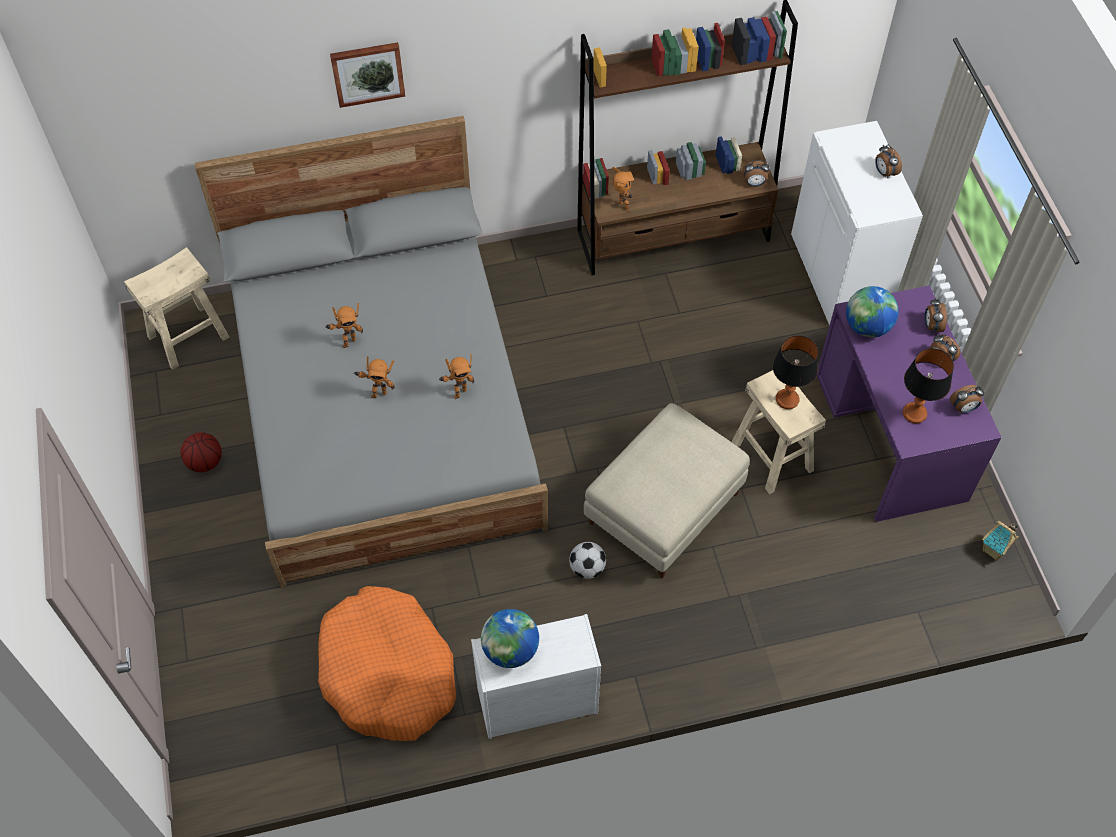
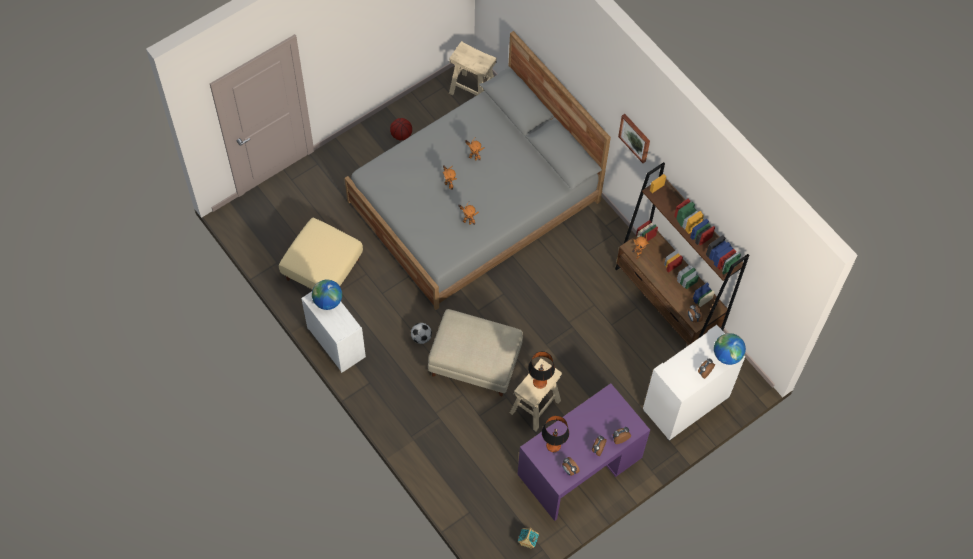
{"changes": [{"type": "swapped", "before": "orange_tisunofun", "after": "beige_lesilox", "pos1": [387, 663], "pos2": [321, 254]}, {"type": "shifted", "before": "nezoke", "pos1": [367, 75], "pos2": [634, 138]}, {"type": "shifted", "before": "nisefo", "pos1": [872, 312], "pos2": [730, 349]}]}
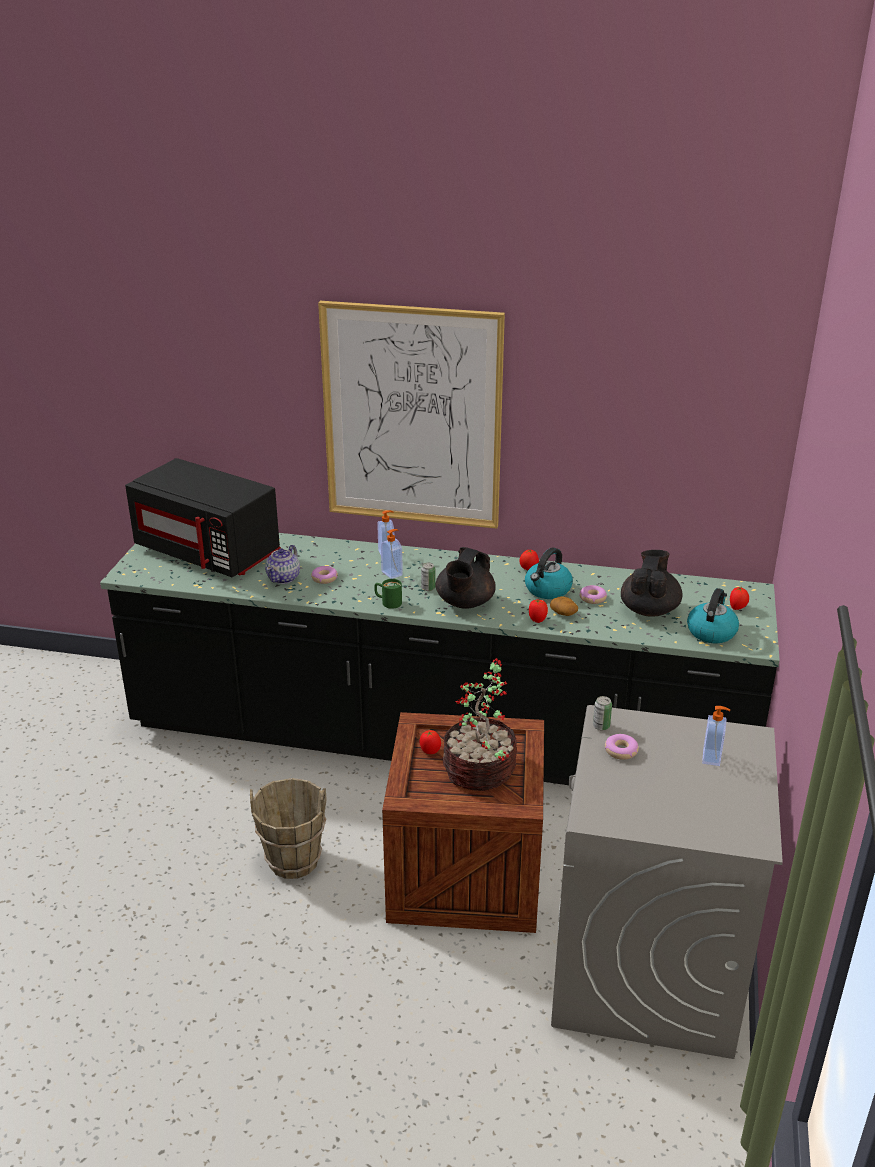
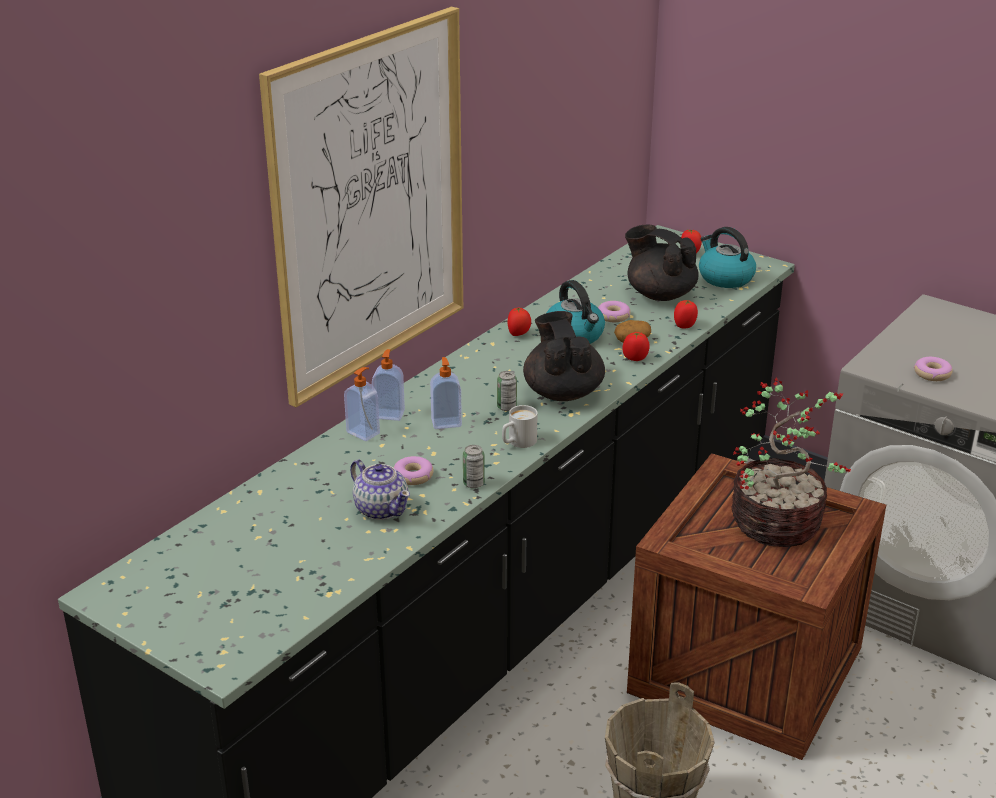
{"changes": [{"type": "gone", "before": "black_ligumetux", "pos1": [203, 517]}, {"type": "repainted", "before": "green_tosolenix", "after": "white_tosolenix", "pos1": [388, 594], "pos2": [520, 426]}, {"type": "shifted", "before": "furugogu", "pos1": [430, 742], "pos2": [686, 314]}, {"type": "rotated", "before": "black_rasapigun", "pos1": [466, 578], "pos2": [564, 356], "turn": -150}, {"type": "shifted", "before": "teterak", "pos1": [602, 713], "pos2": [474, 466]}, {"type": "shifted", "before": "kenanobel", "pos1": [716, 736], "pos2": [362, 404]}]}
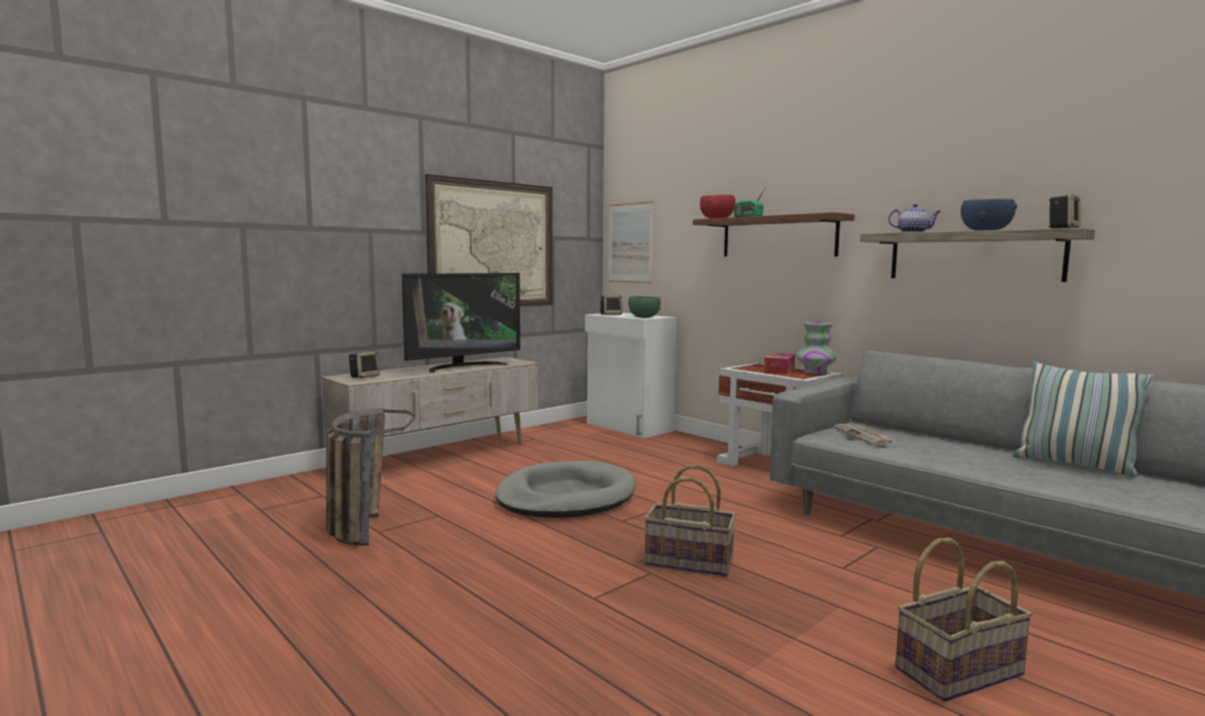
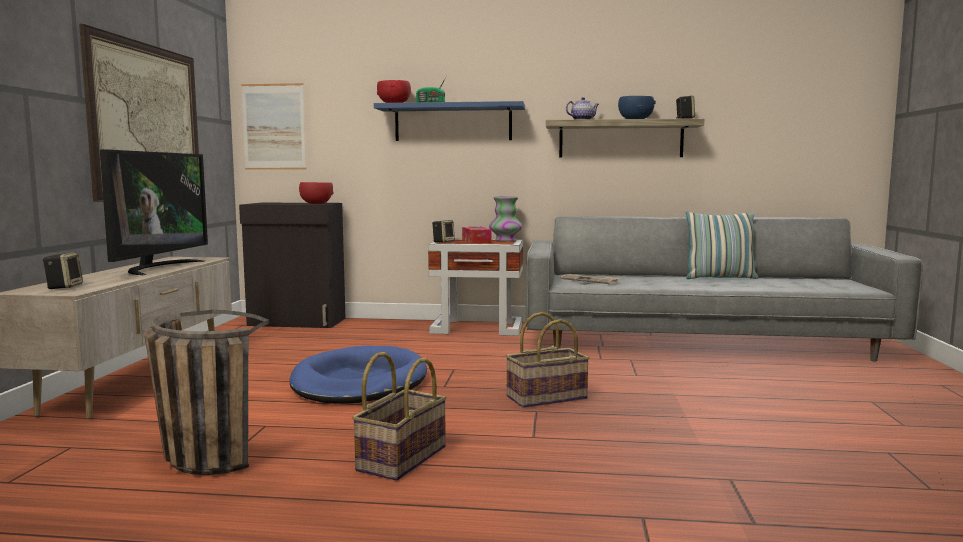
{"changes": [{"type": "repainted", "before": "grey_tisunofun", "after": "blue_tisunofun", "pos1": [565, 489], "pos2": [358, 375]}, {"type": "repainted", "before": "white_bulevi", "after": "black_bulevi", "pos1": [631, 375], "pos2": [292, 265]}, {"type": "shifted", "before": "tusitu", "pos1": [611, 305], "pos2": [443, 231]}, {"type": "repainted", "before": "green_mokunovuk", "after": "red_mokunovuk", "pos1": [644, 307], "pos2": [316, 193]}, {"type": "repainted", "before": "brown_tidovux", "after": "blue_tidovux", "pos1": [774, 234], "pos2": [449, 121]}, {"type": "shifted", "before": "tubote", "pos1": [964, 620], "pos2": [399, 416]}]}
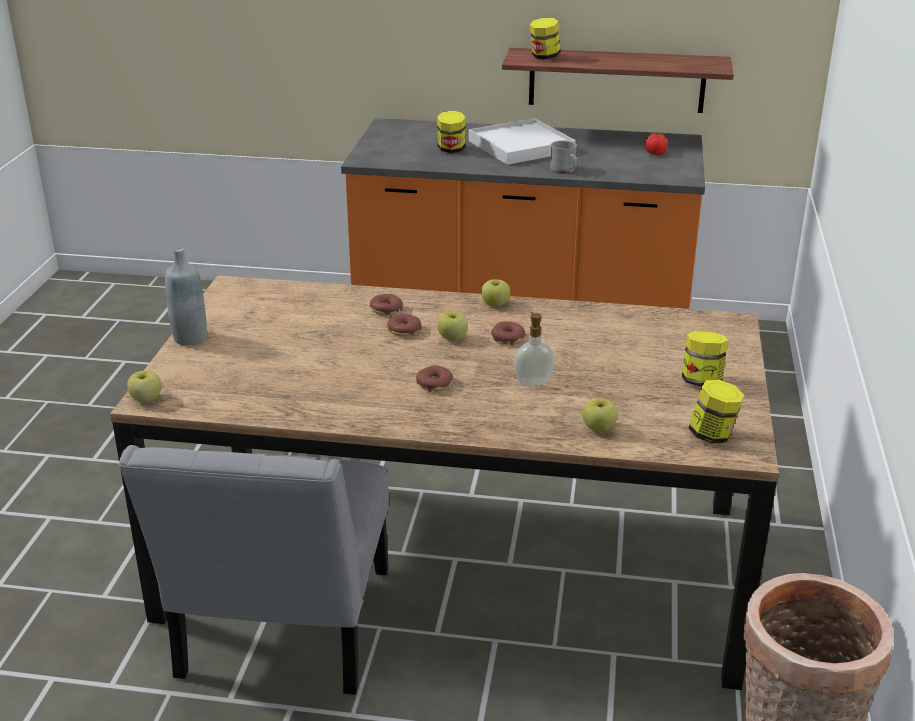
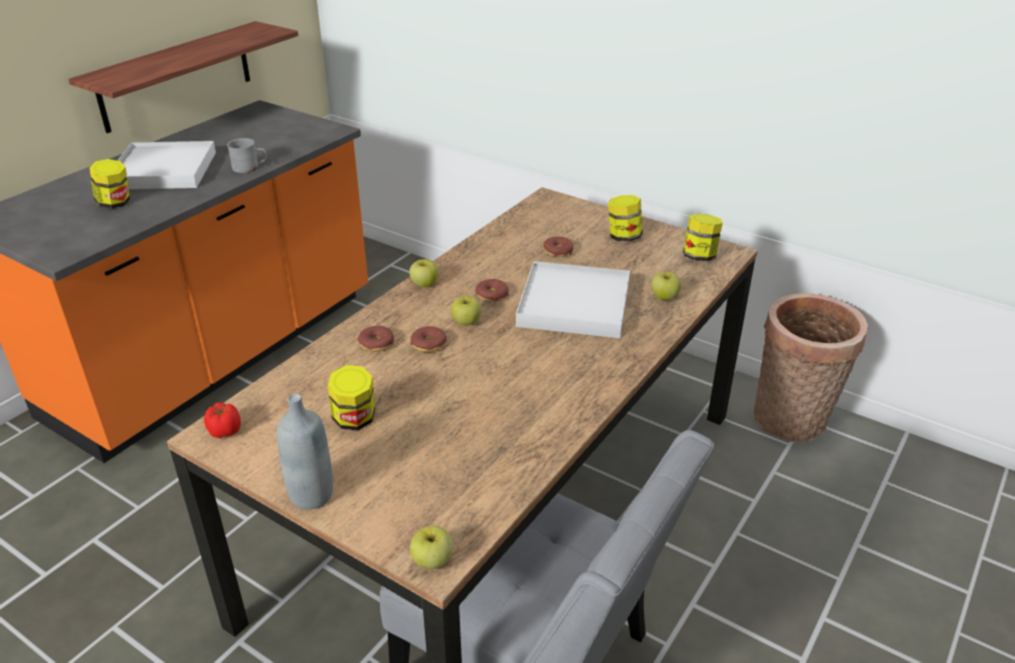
{"changes": [{"type": "shifted", "before": "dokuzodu", "pos1": [434, 378], "pos2": [558, 247]}, {"type": "swapped", "before": "kenanobel", "after": "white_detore", "pos1": [534, 349], "pos2": [573, 299]}, {"type": "shifted", "before": "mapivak", "pos1": [545, 38], "pos2": [351, 397]}, {"type": "shifted", "before": "furugogu", "pos1": [656, 144], "pos2": [222, 420]}]}
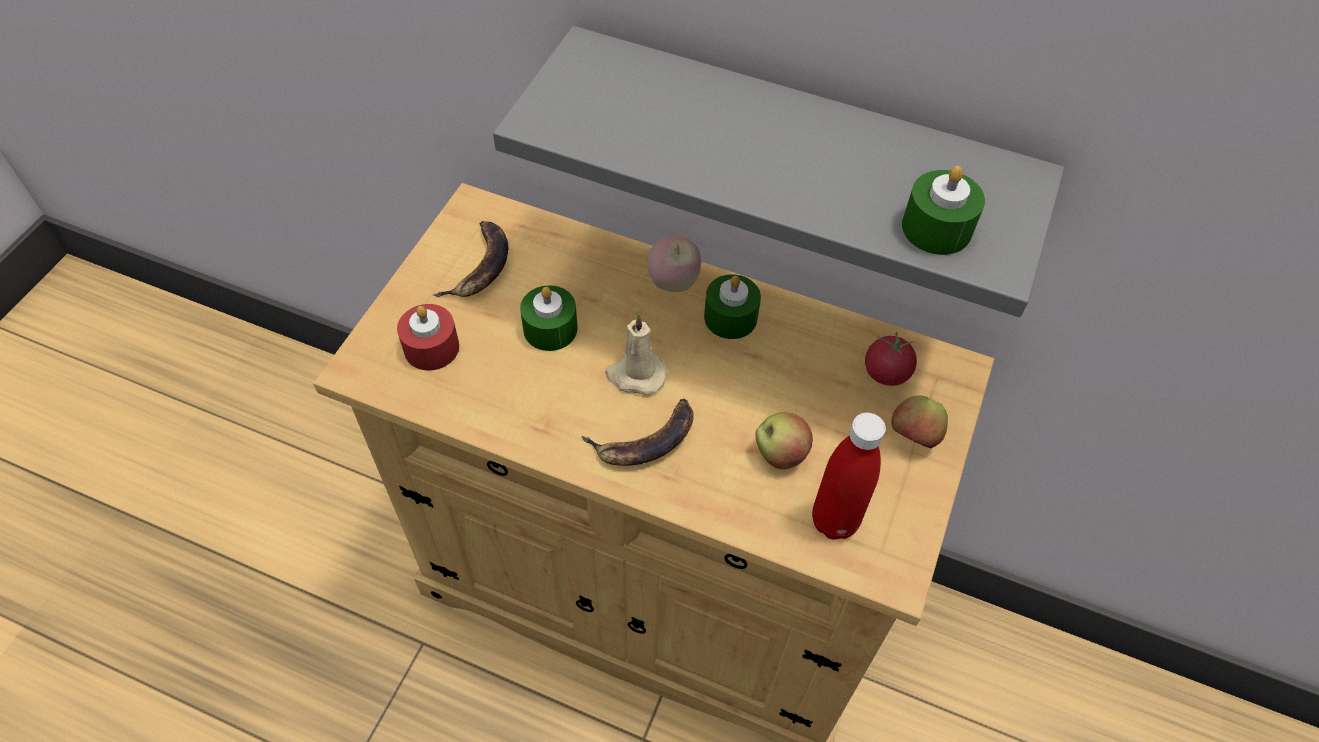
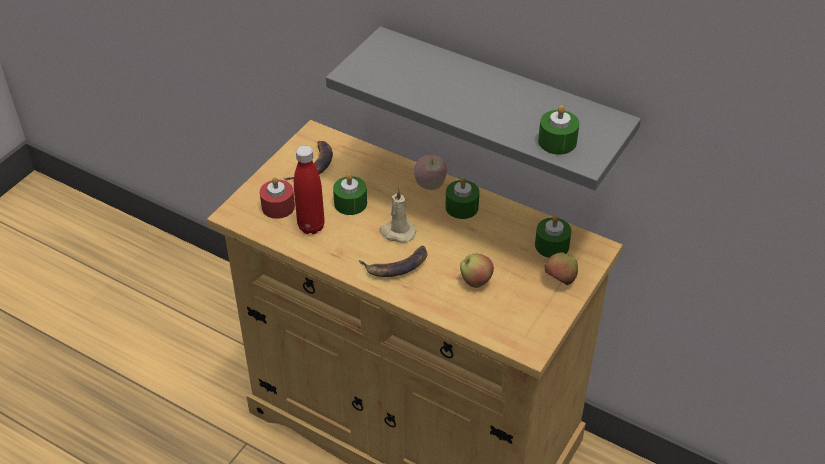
{"changes": [{"type": "shifted", "before": "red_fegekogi", "pos1": [849, 476], "pos2": [309, 189]}, {"type": "swapped", "before": "furugogu", "after": "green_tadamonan", "pos1": [891, 358], "pos2": [553, 237]}]}
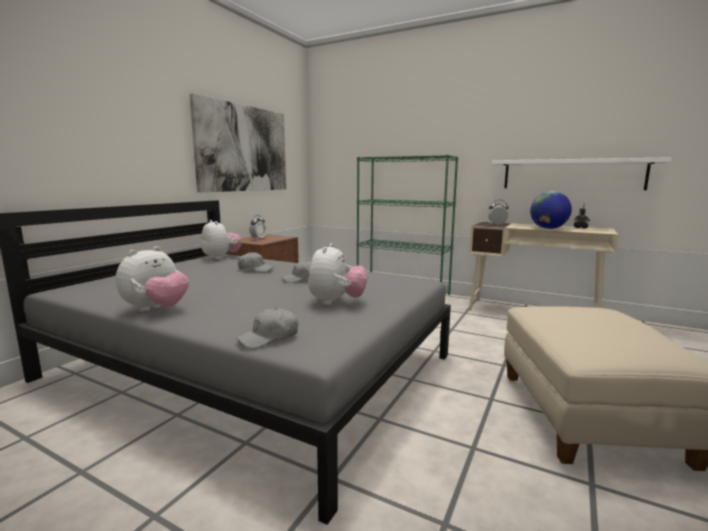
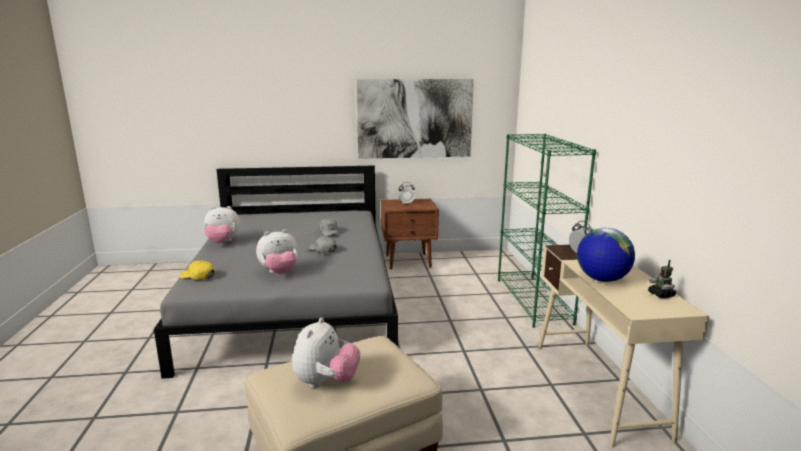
{"changes": [{"type": "shifted", "before": "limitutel", "pos1": [221, 240], "pos2": [326, 352]}, {"type": "repainted", "before": "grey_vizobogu", "after": "yellow_vizobogu", "pos1": [267, 328], "pos2": [197, 270]}, {"type": "gone", "before": "white_tidovux", "pos1": [582, 173]}]}
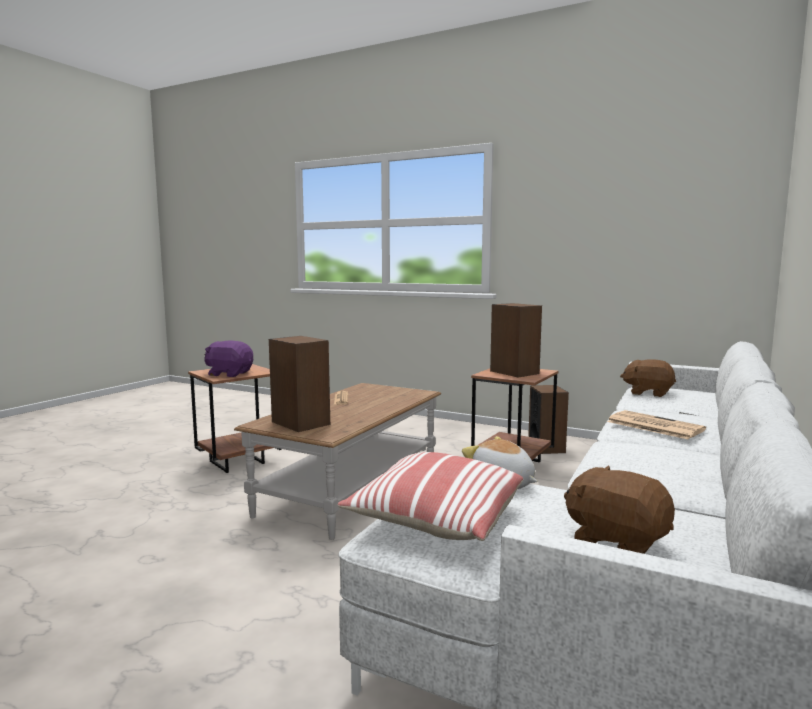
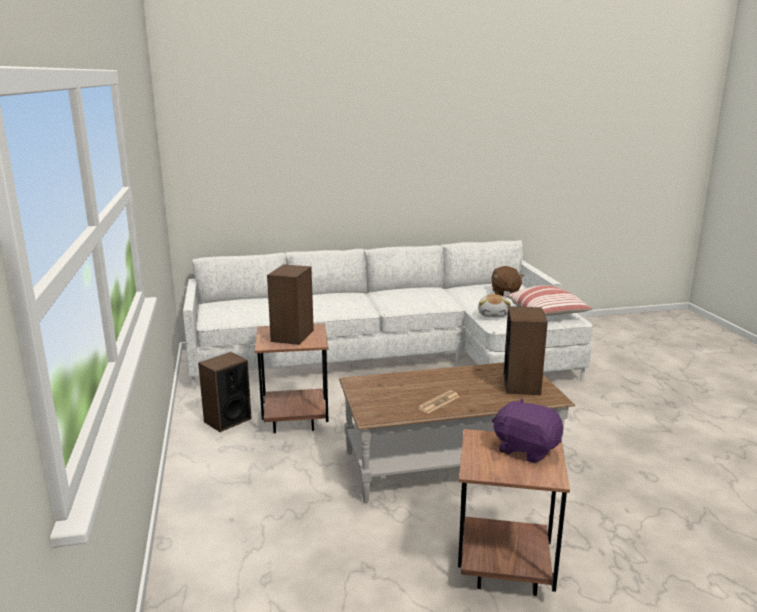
{"changes": [{"type": "rotated", "before": "purple_limitutel", "pos1": [228, 358], "pos2": [527, 430], "turn": 150}, {"type": "gone", "before": "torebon", "pos1": [656, 424]}, {"type": "gone", "before": "brown_limitutel", "pos1": [648, 378]}]}
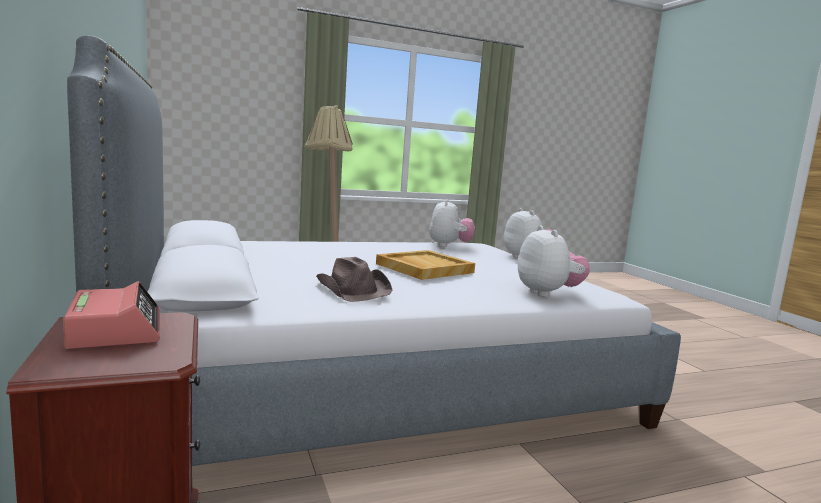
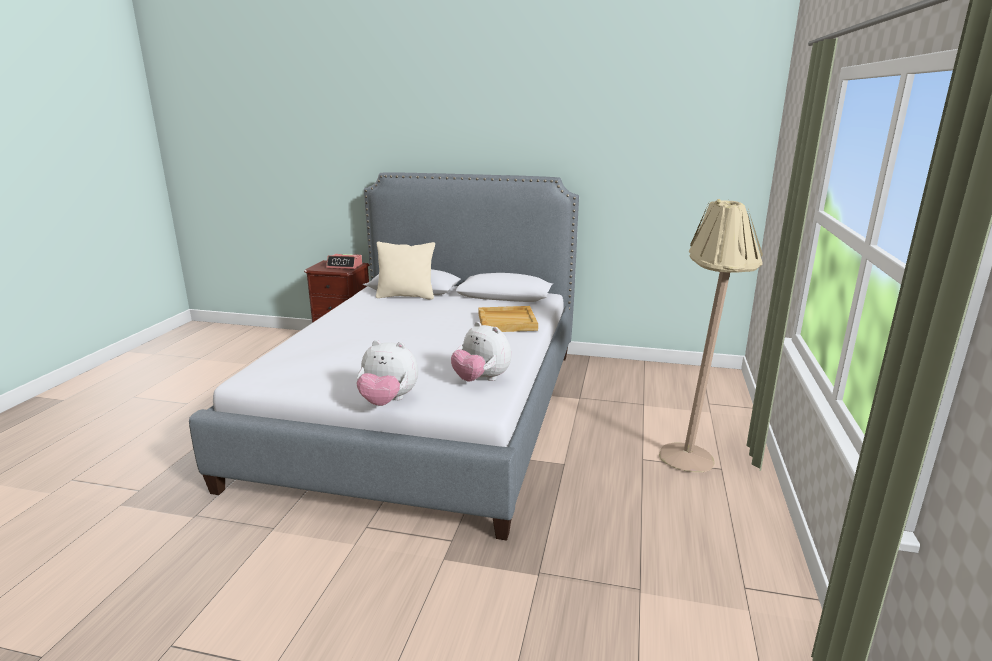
{"changes": [{"type": "gone", "before": "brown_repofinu", "pos1": [354, 279]}, {"type": "shifted", "before": "beige_detore", "pos1": [425, 265], "pos2": [508, 319]}, {"type": "gone", "before": "limitutel", "pos1": [554, 261]}, {"type": "new", "after": "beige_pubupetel", "pos2": [405, 271]}]}
